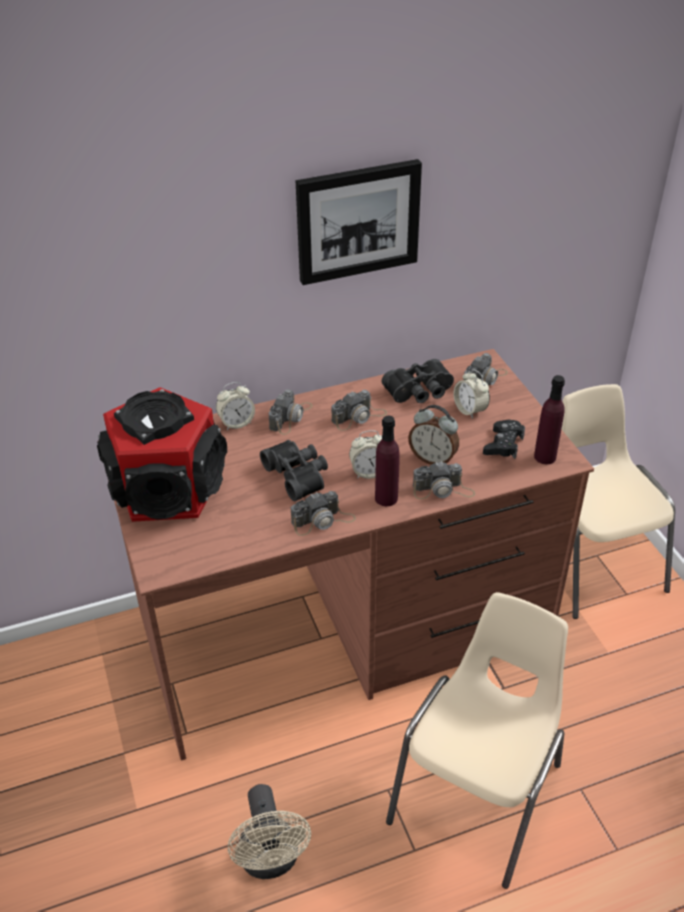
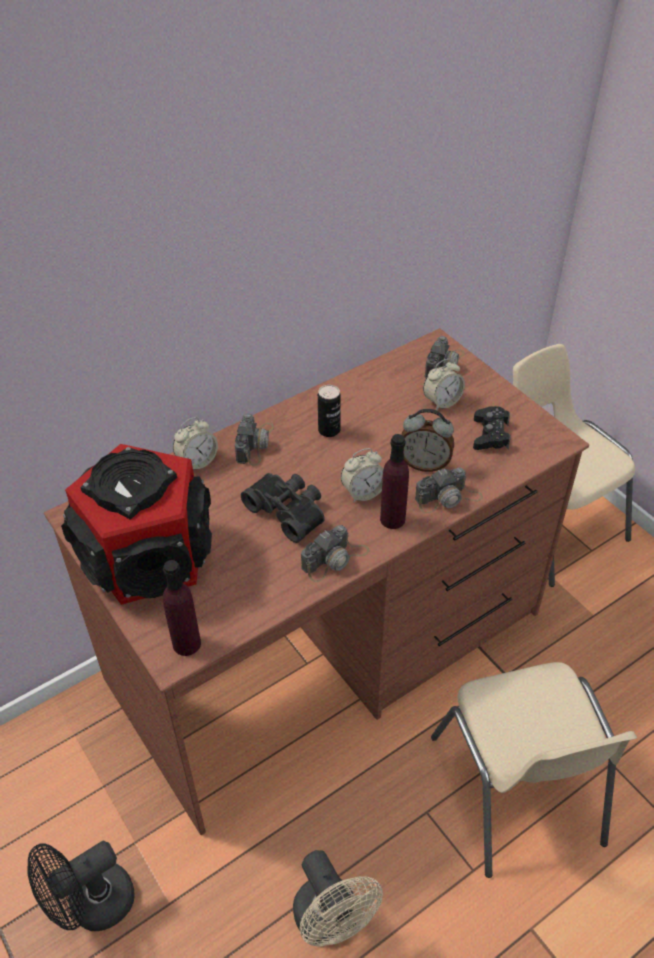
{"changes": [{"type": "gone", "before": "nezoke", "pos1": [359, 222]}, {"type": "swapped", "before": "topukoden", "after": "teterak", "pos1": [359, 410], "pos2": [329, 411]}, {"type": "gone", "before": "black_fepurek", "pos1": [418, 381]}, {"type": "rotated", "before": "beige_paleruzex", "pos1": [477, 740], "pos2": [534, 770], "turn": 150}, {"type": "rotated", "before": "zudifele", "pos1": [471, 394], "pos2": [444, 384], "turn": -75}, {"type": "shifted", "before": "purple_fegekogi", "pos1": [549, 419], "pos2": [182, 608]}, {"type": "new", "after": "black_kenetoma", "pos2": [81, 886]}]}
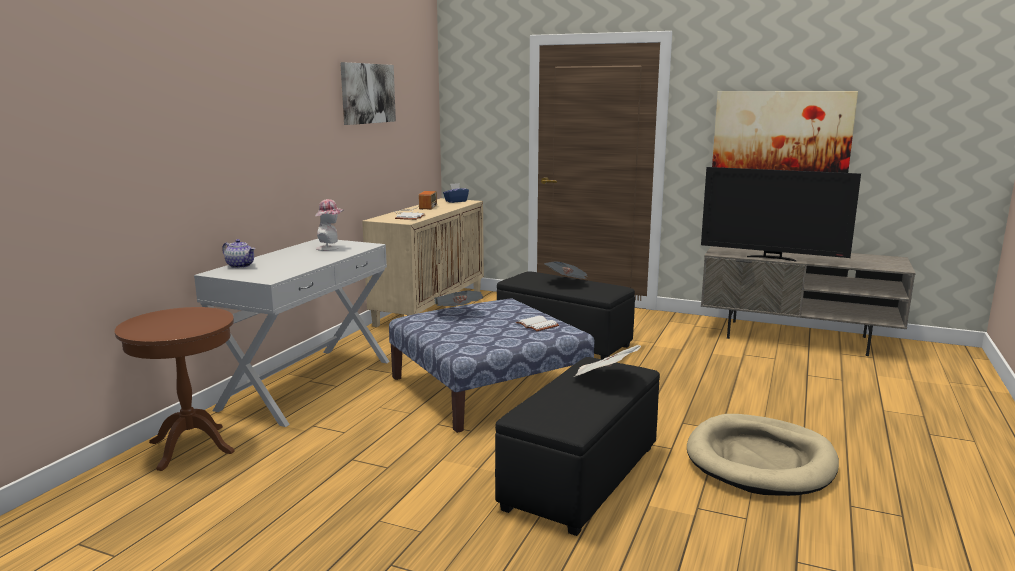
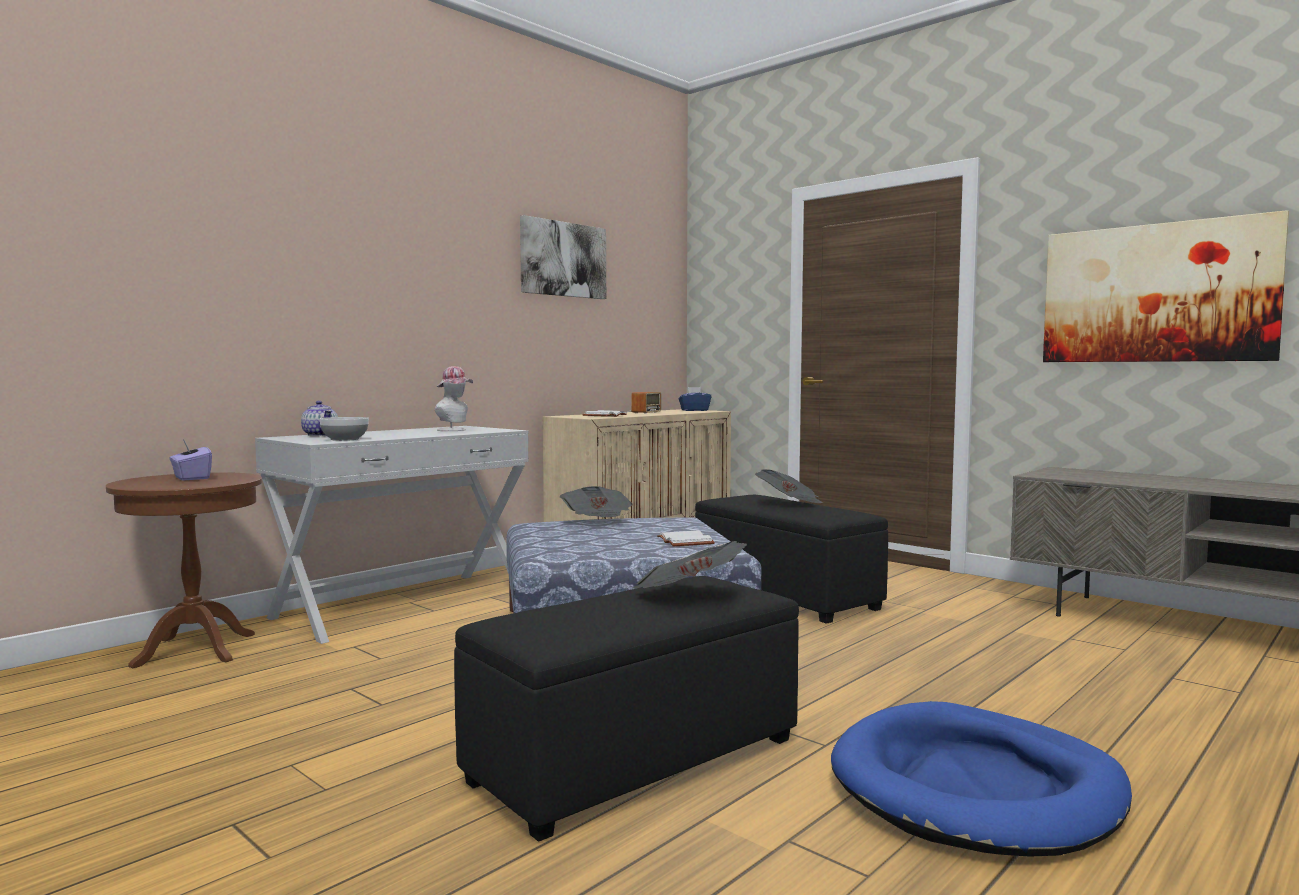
{"changes": [{"type": "repainted", "before": "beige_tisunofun", "after": "blue_tisunofun", "pos1": [763, 455], "pos2": [981, 779]}, {"type": "gone", "before": "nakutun", "pos1": [781, 214]}, {"type": "new", "after": "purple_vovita", "pos2": [190, 460]}, {"type": "new", "after": "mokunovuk", "pos2": [344, 429]}]}
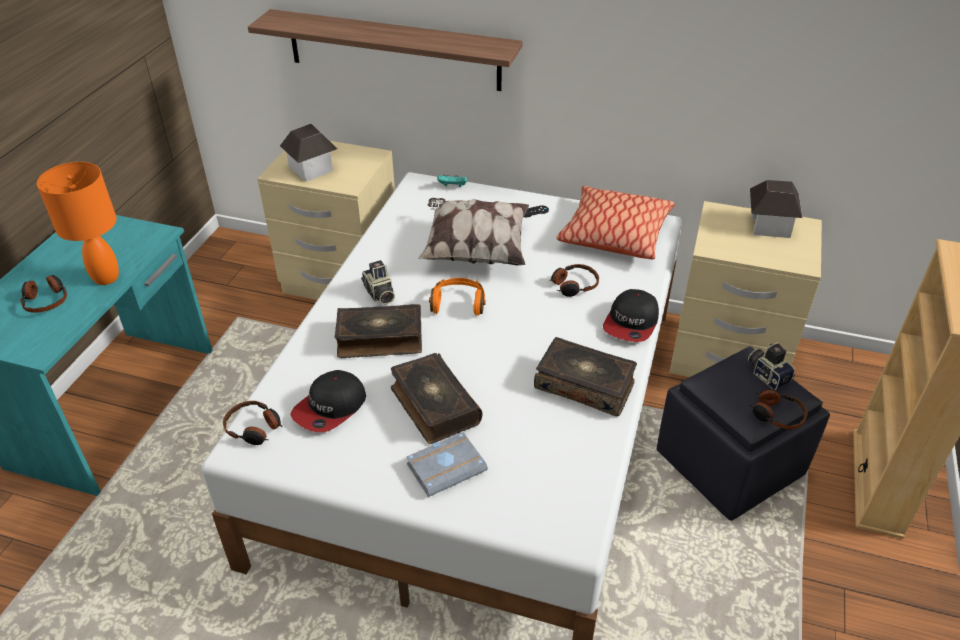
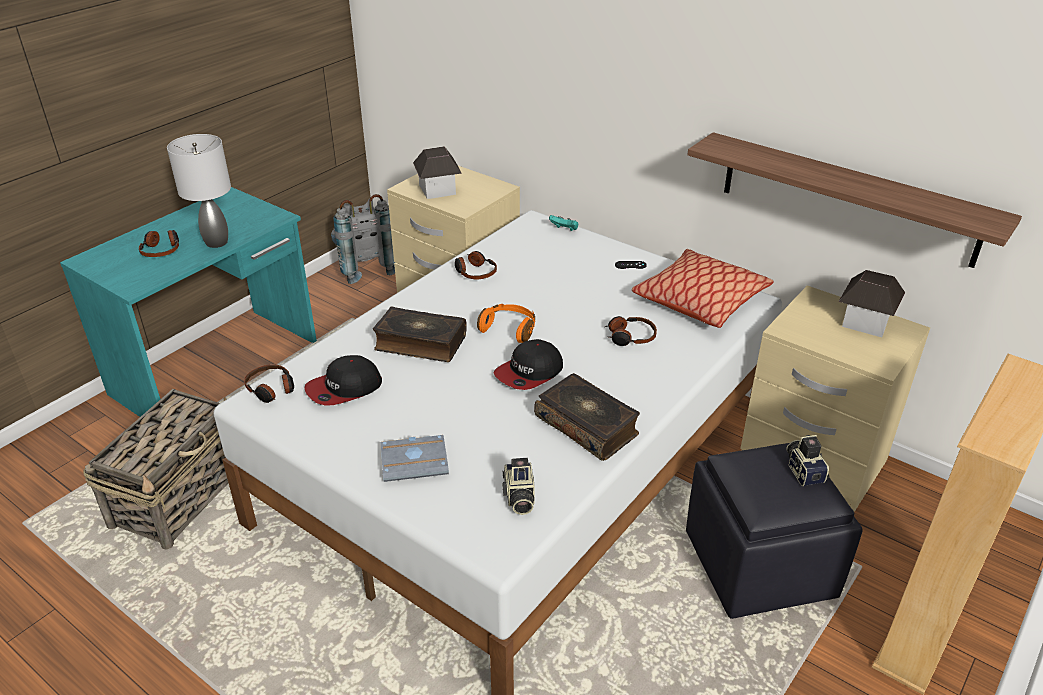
{"changes": [{"type": "repainted", "before": "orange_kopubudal", "after": "grey_kopubudal", "pos1": [78, 223], "pos2": [199, 191]}, {"type": "shifted", "before": "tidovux", "pos1": [385, 50], "pos2": [855, 200]}, {"type": "shifted", "before": "topukoden", "pos1": [378, 282], "pos2": [518, 486]}, {"type": "gone", "before": "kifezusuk", "pos1": [436, 398]}, {"type": "gone", "before": "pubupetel", "pos1": [473, 231]}, {"type": "shifted", "before": "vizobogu", "pos1": [631, 315], "pos2": [528, 364]}, {"type": "shifted", "before": "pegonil", "pos1": [778, 409], "pos2": [476, 265]}, {"type": "new", "after": "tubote", "pos2": [155, 469]}, {"type": "new", "after": "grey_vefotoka", "pos2": [363, 239]}]}
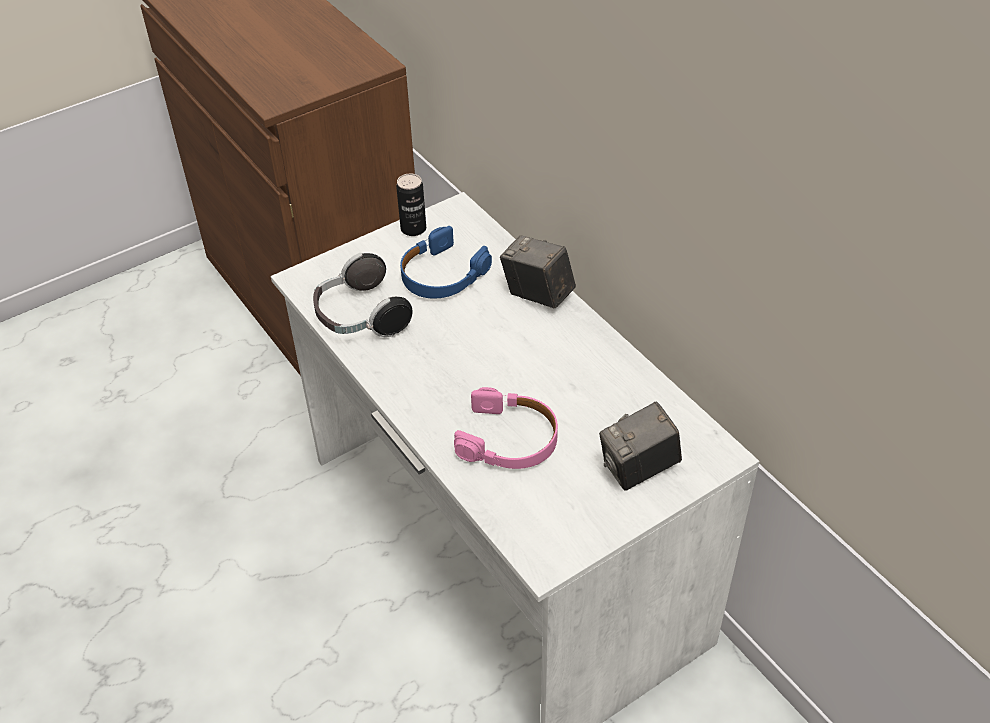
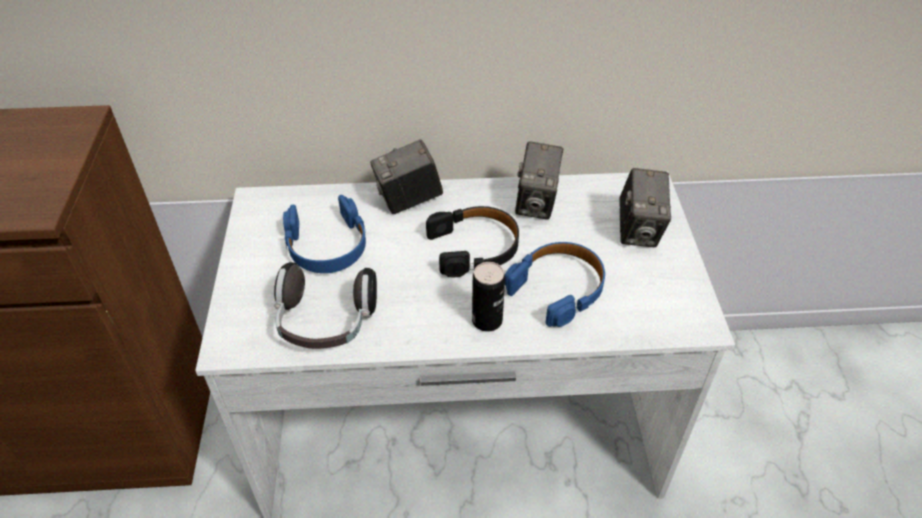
{"changes": [{"type": "shifted", "before": "teterak", "pos1": [411, 205], "pos2": [488, 297]}, {"type": "repainted", "before": "pink_pegonil", "after": "blue_pegonil", "pos1": [506, 428], "pos2": [555, 284]}, {"type": "new", "after": "black_pegonil", "pos2": [472, 242]}, {"type": "new", "after": "topukoden", "pos2": [539, 180]}]}
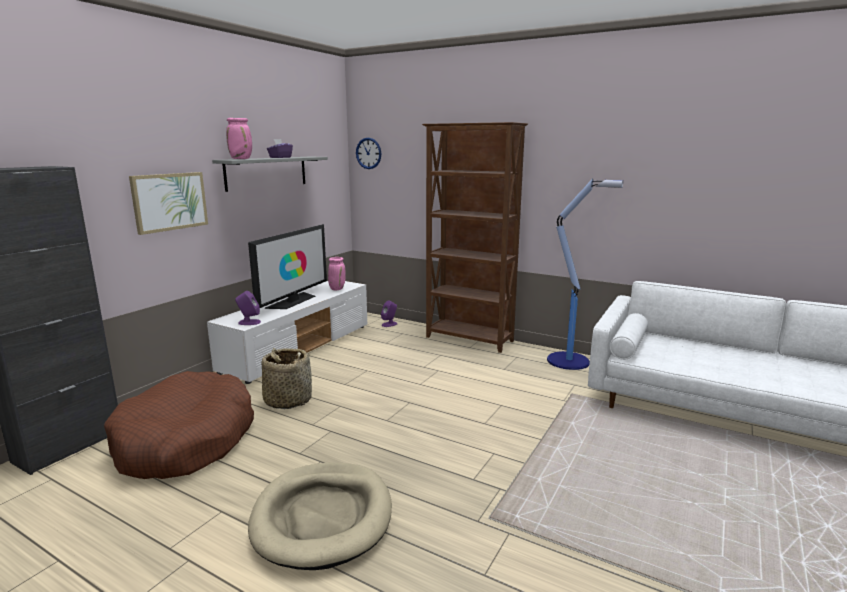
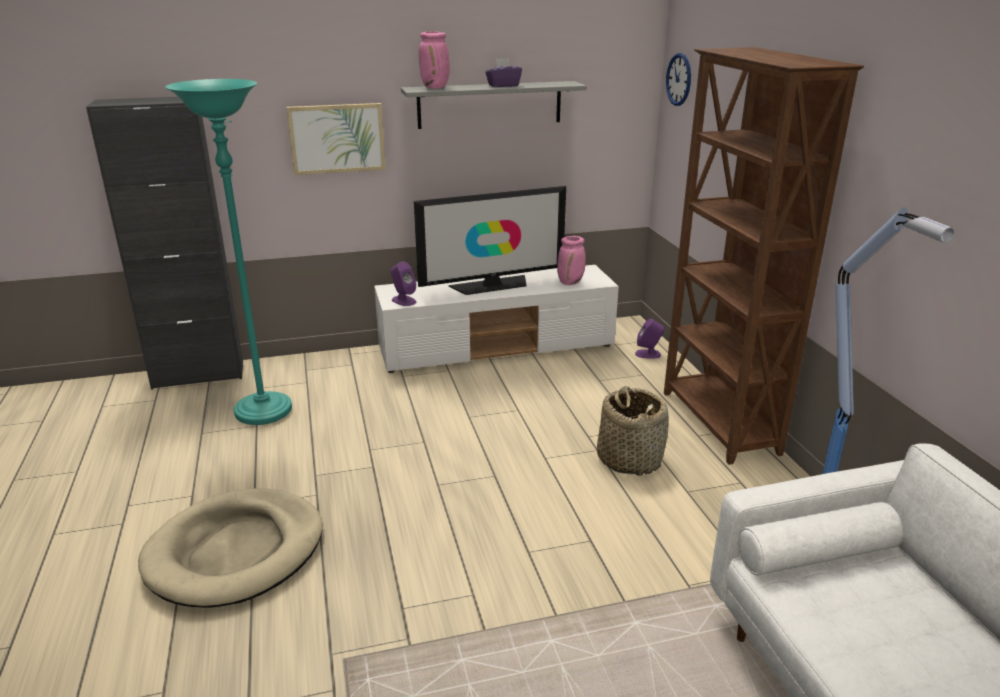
{"changes": [{"type": "swapped", "before": "brown_tisunofun", "after": "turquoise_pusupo", "pos1": [179, 425], "pos2": [228, 252]}, {"type": "shifted", "before": "tubote", "pos1": [287, 378], "pos2": [633, 431]}]}
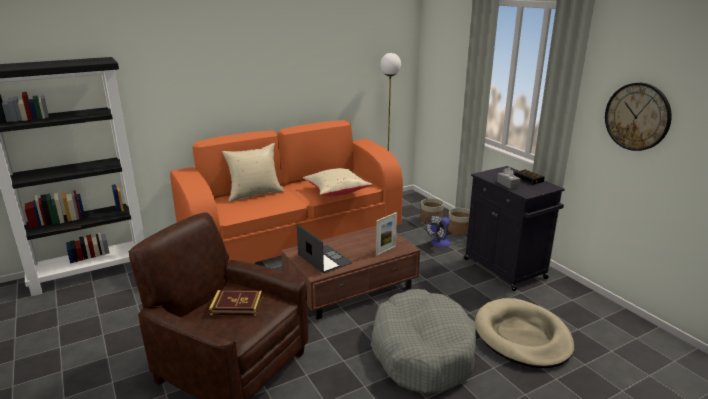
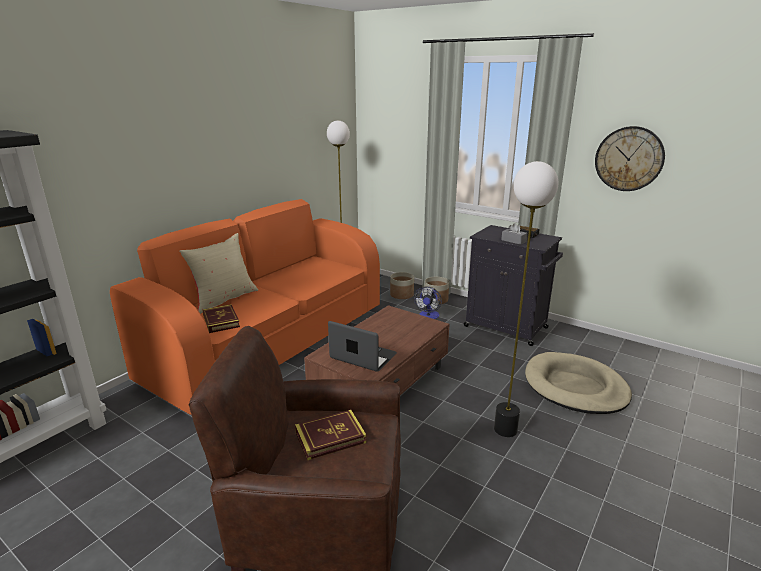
{"changes": [{"type": "gone", "before": "beige_pubupetel", "pos1": [337, 182]}, {"type": "swapped", "before": "grey_tisunofun", "after": "pusupo", "pos1": [423, 341], "pos2": [526, 299]}, {"type": "gone", "before": "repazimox", "pos1": [386, 234]}, {"type": "new", "after": "kifezusuk", "pos2": [221, 318]}]}
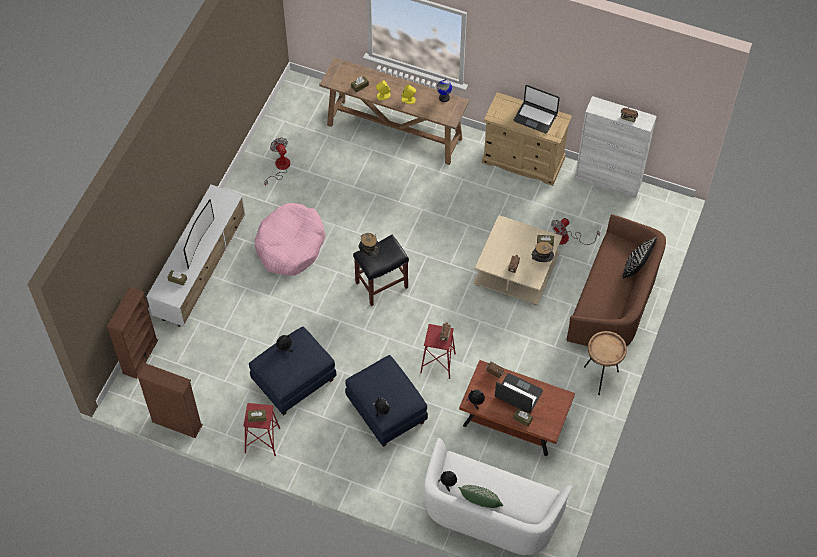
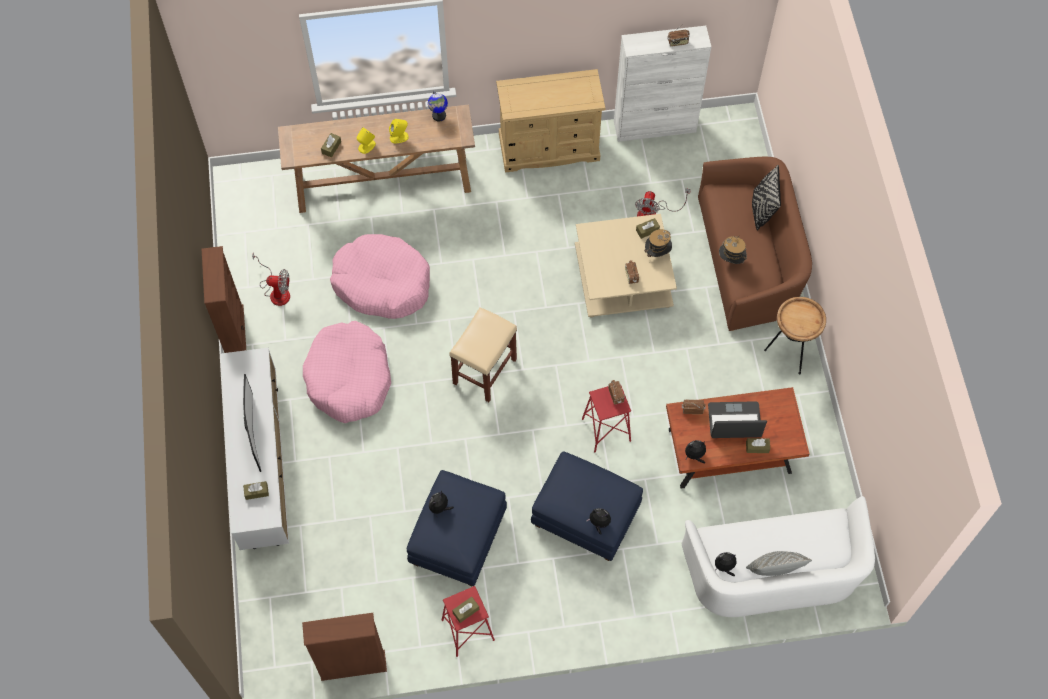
{"changes": [{"type": "shifted", "before": "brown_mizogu", "pos1": [132, 333], "pos2": [224, 299]}, {"type": "rotated", "before": "kenetoma", "pos1": [277, 162], "pos2": [271, 279], "turn": 150}, {"type": "repainted", "before": "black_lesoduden", "after": "beige_lesoduden", "pos1": [381, 270], "pos2": [483, 354]}, {"type": "shifted", "before": "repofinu", "pos1": [369, 245], "pos2": [733, 250]}, {"type": "repainted", "before": "green_pubupetel", "after": "grey_pubupetel", "pos1": [480, 496], "pos2": [779, 563]}, {"type": "gone", "before": "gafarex", "pos1": [537, 109]}, {"type": "new", "after": "pink_tisunofun", "pos2": [380, 276]}]}
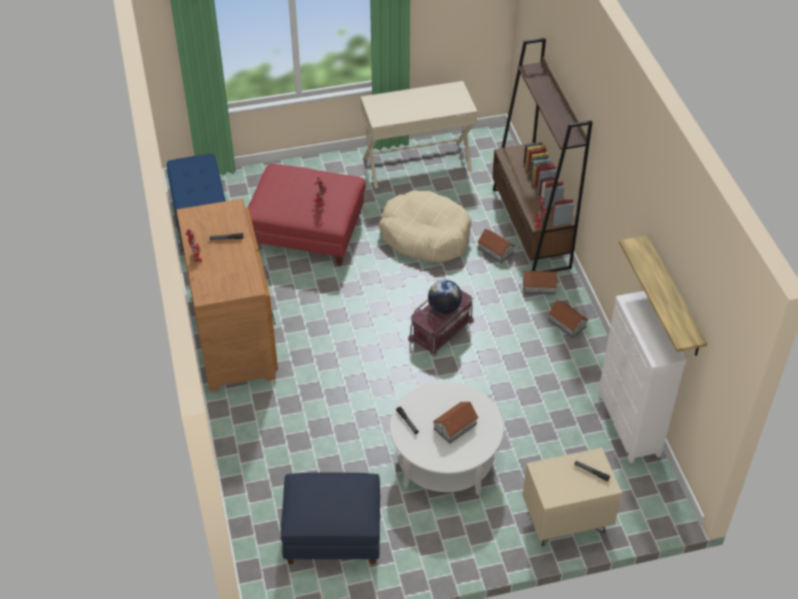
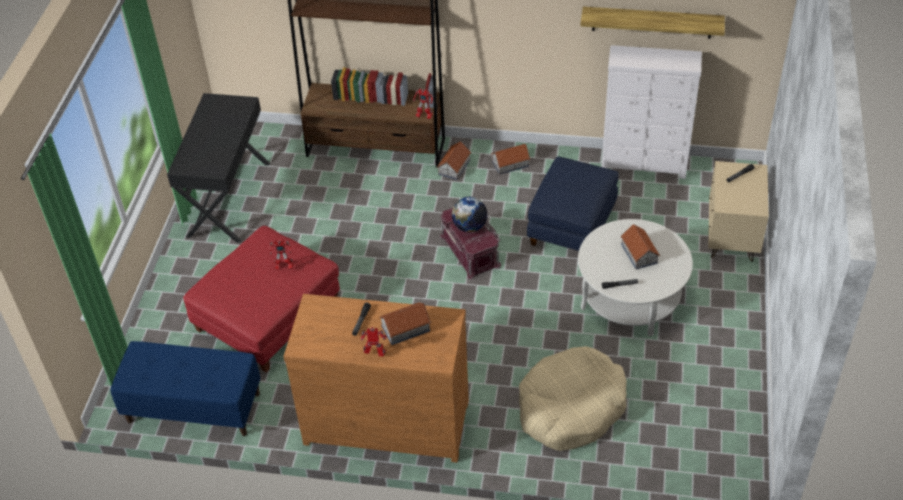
{"changes": [{"type": "shifted", "before": "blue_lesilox", "pos1": [330, 518], "pos2": [573, 203]}, {"type": "repainted", "before": "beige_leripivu", "after": "black_leripivu", "pos1": [419, 134], "pos2": [218, 168]}, {"type": "shifted", "before": "beige_tisunofun", "pos1": [425, 227], "pos2": [573, 398]}, {"type": "shifted", "before": "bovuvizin", "pos1": [496, 246], "pos2": [405, 323]}]}
